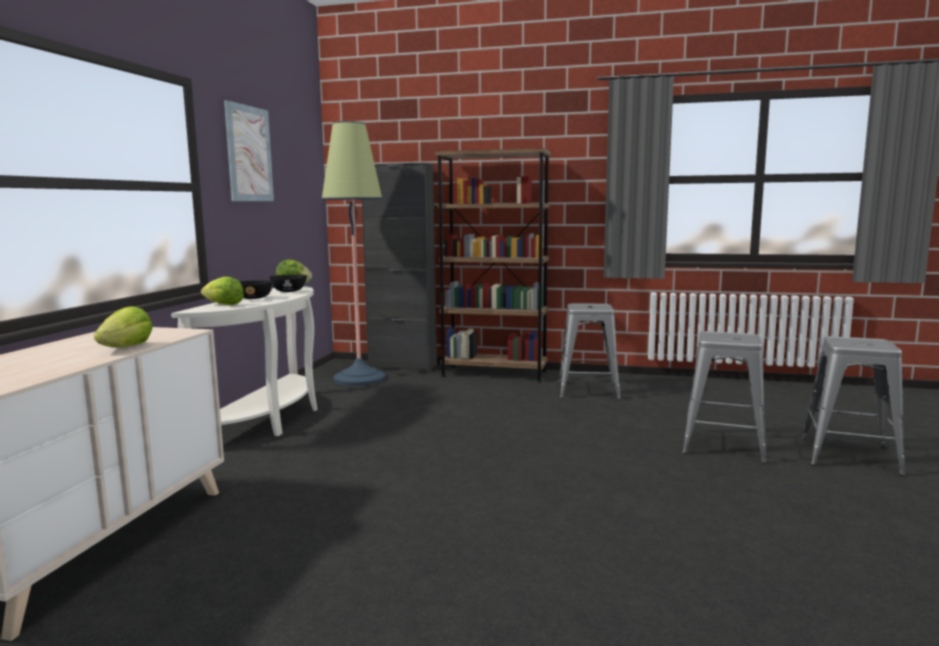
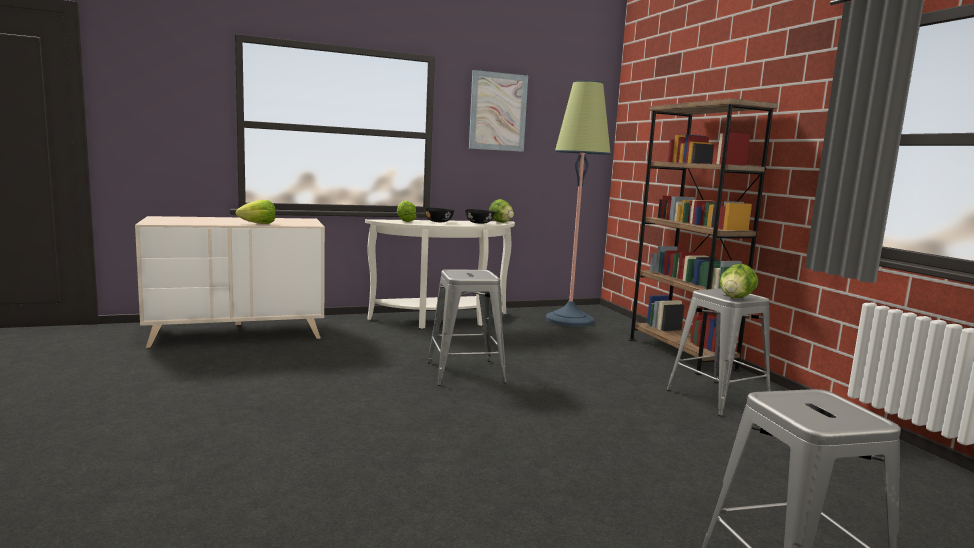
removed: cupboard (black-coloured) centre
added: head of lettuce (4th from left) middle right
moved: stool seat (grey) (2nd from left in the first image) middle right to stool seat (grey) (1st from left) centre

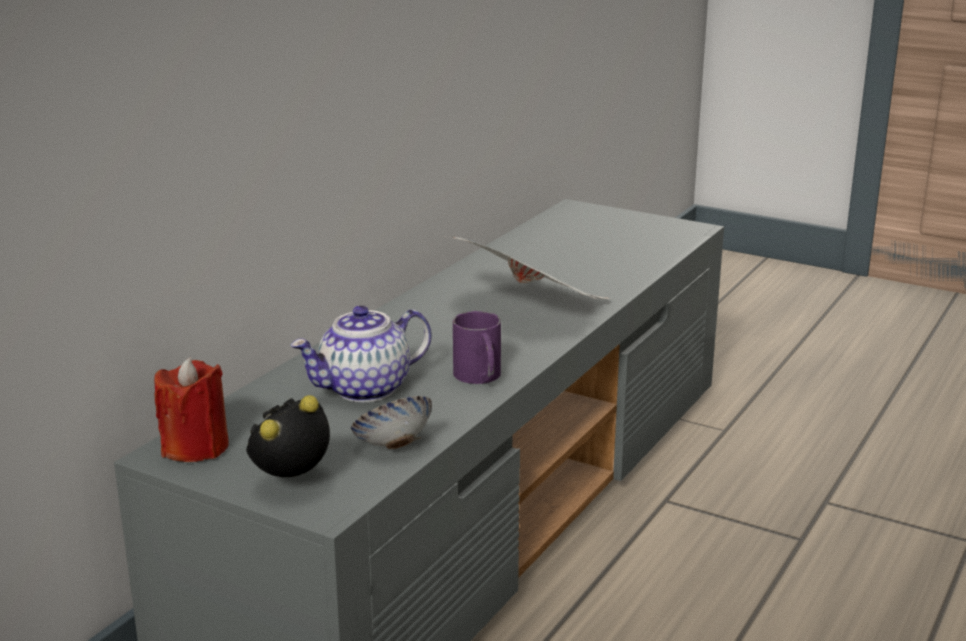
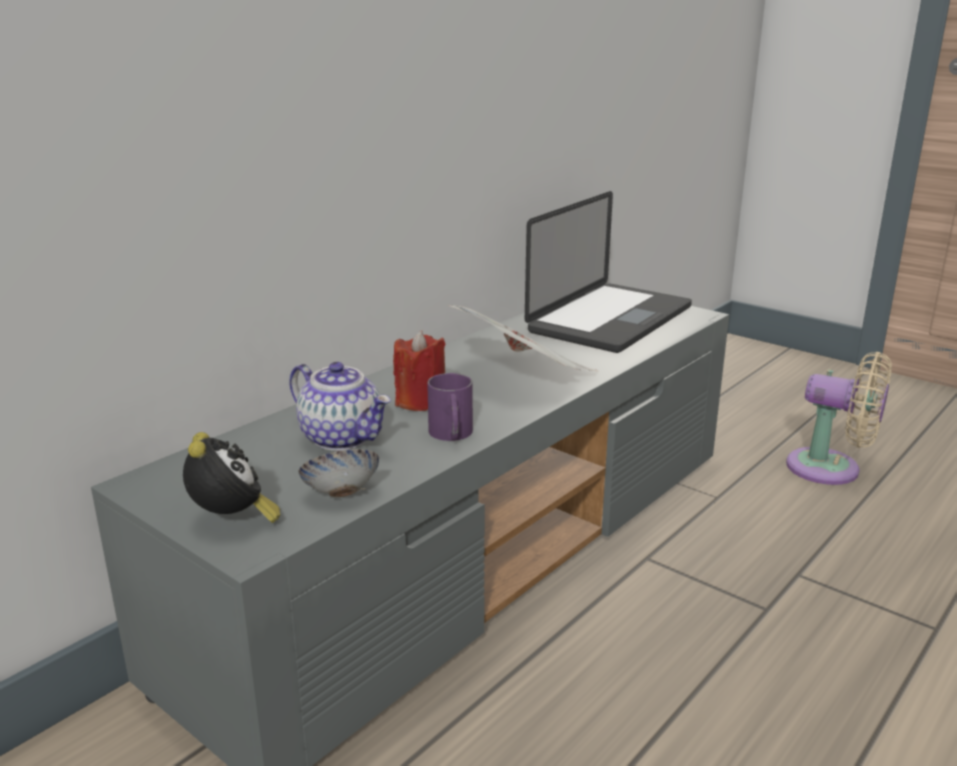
added: notebook computer centre; electric fan (beige) middle right
moved: wax candle (red-coloured) middle left to centre
turned: table clock bottom left = middle left 105 degrees clockwise; pot for tea centre = centre 120 degrees counterclockwise

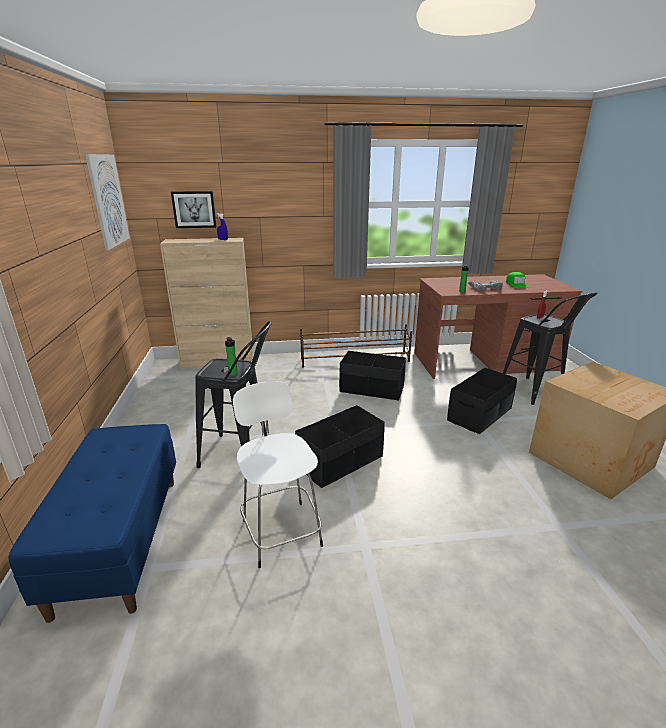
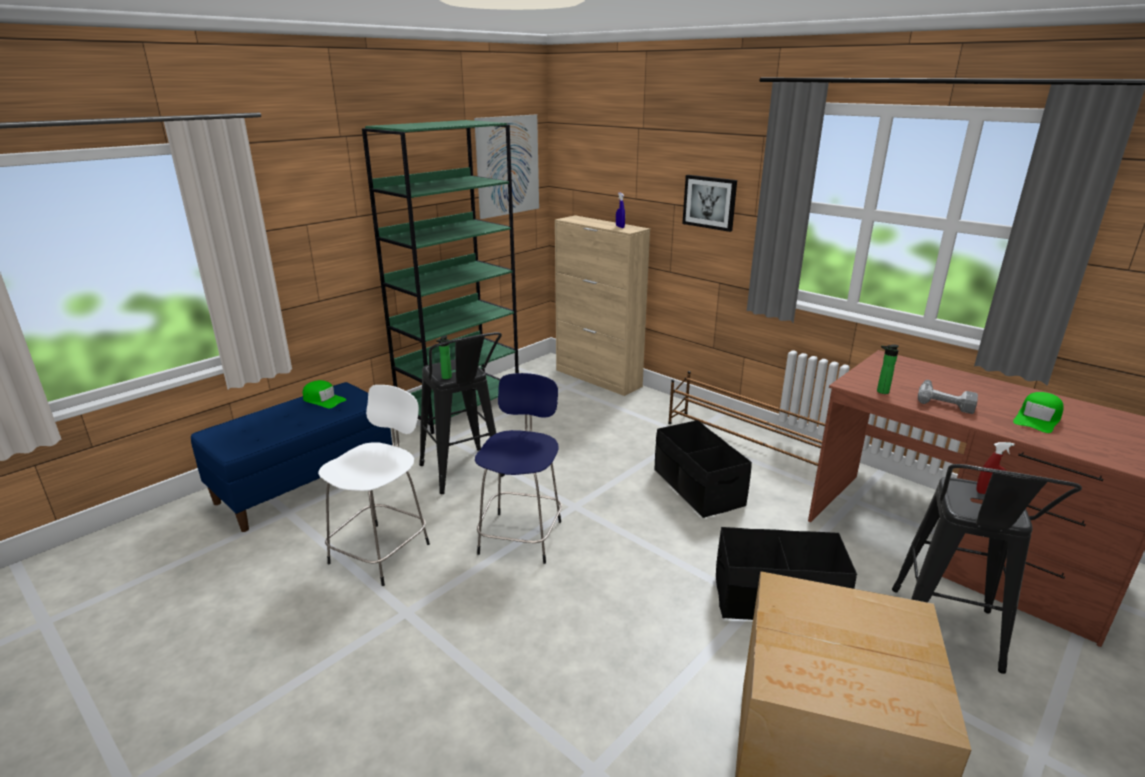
added: cap (green-coloured) (1st from left) middle left; bookcase (green-coloured) centre
moved: wall art (2nd from left) top left to top centre
replaced: storage container (black-coloured) (1st from left) centre to stool seat (blue-coloured) centre

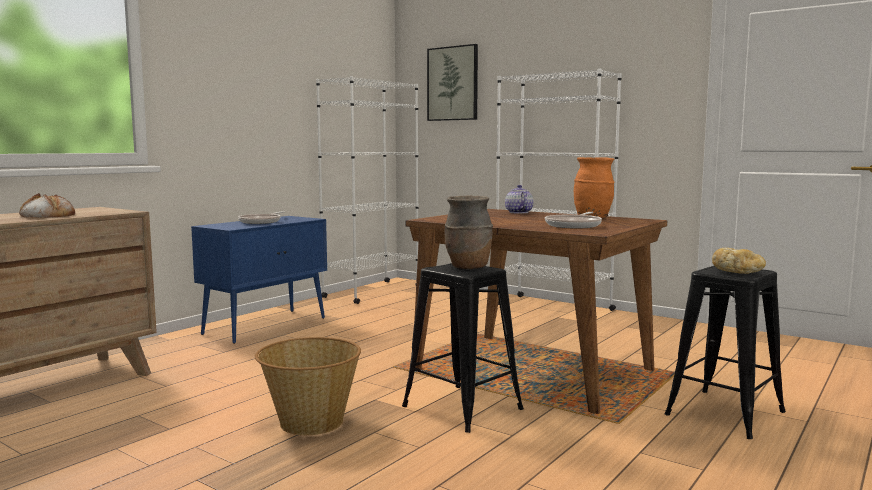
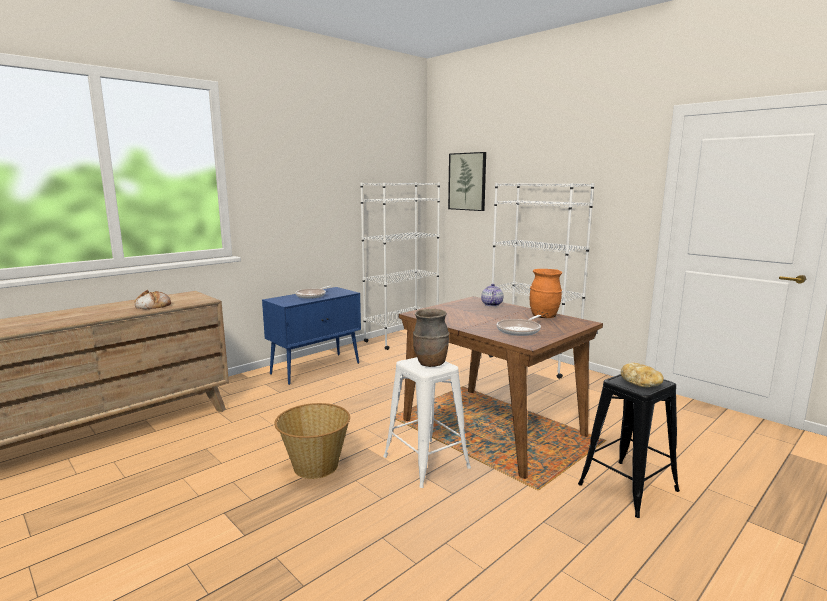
recoloured: stool seat (black-coloured) (1st from left) bottom centre to stool seat (whitish) bottom centre

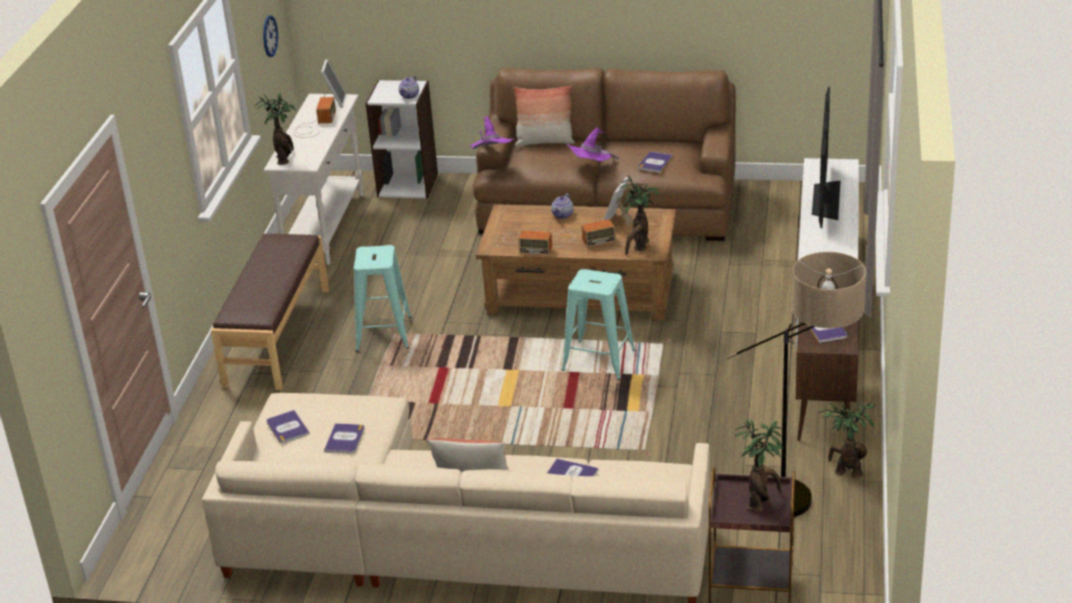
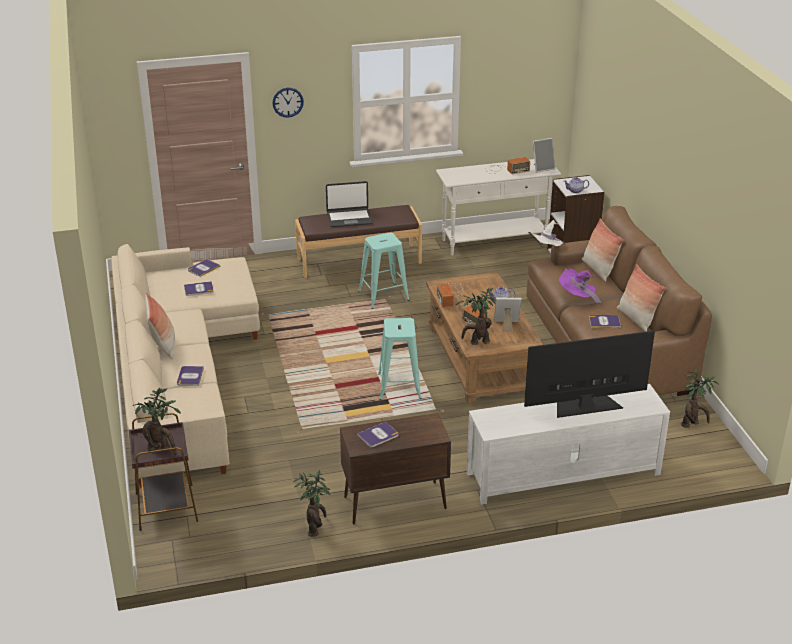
removed: standard lamp middle right
added: notebook computer top centre; pillow (3rd from left) middle right
moved: houseplant (1st from left in the first image) top left to houseplant (4th from left) middle right; clock on the wall top left to top centre
recoloured: hat (purple) (1st from left) top centre to hat (whitish) middle right

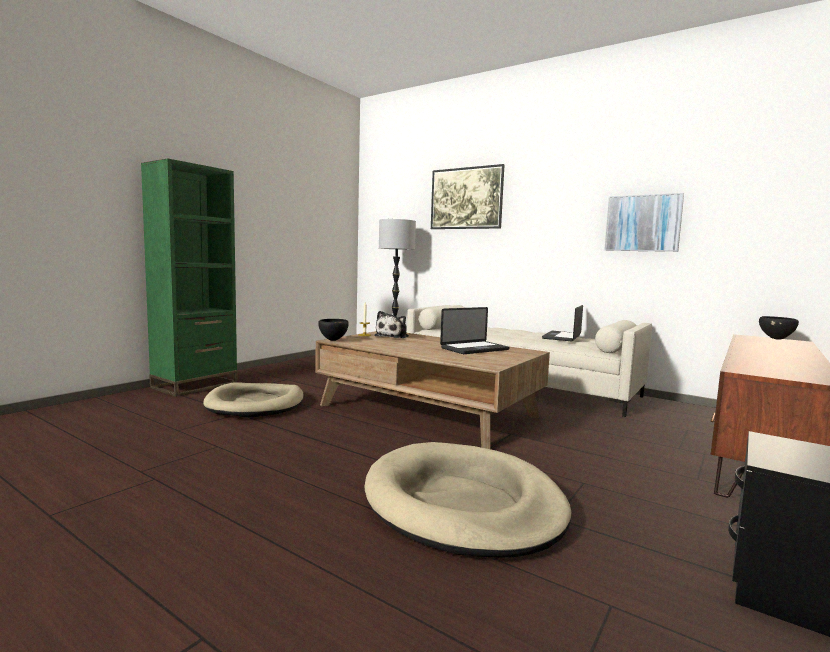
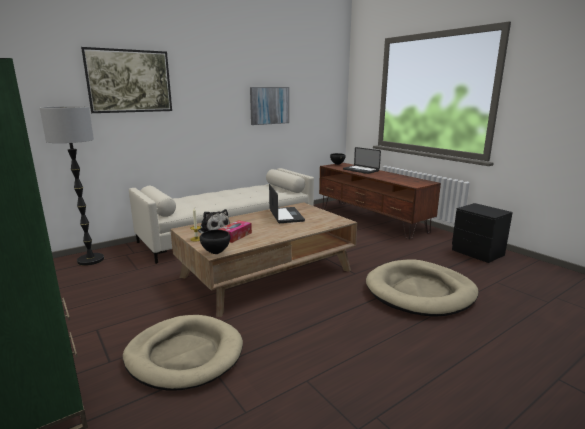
added: tissue holder centre
moved: notebook computer (2nd from left) middle right to centre

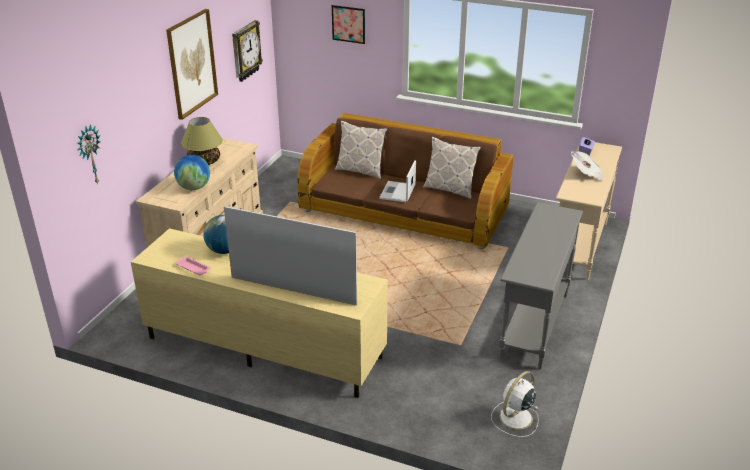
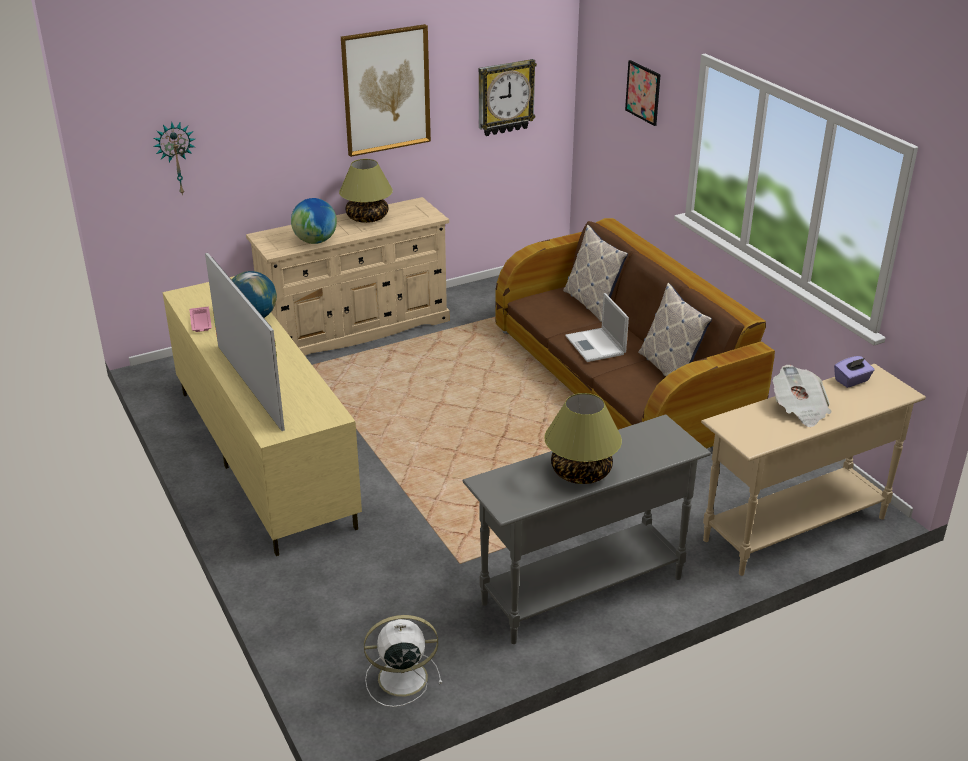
added: lamp for a table (2nd from left) centre
turned: notebook computer centre = centre 75 degrees counterclockwise

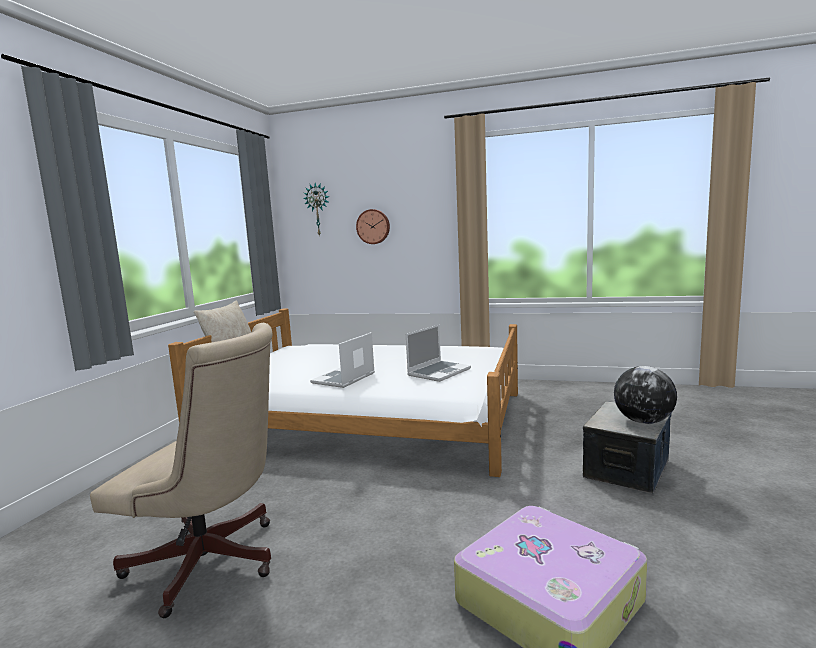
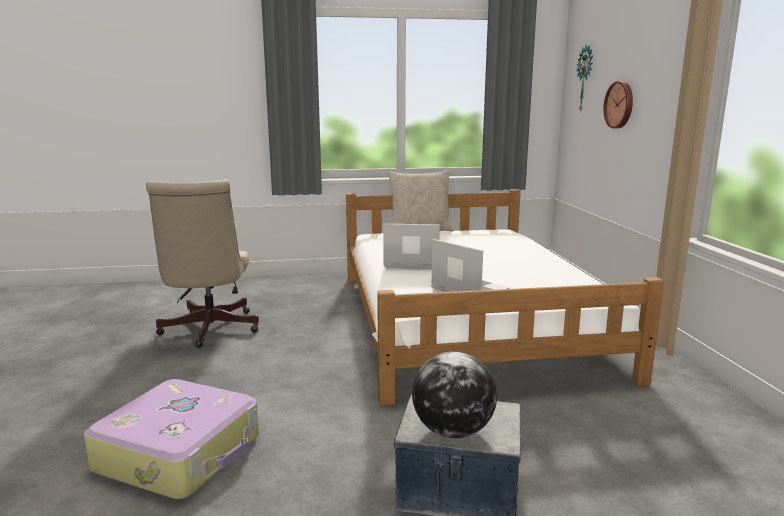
turned: notebook computer (2nd from left) centre = centre 150 degrees counterclockwise

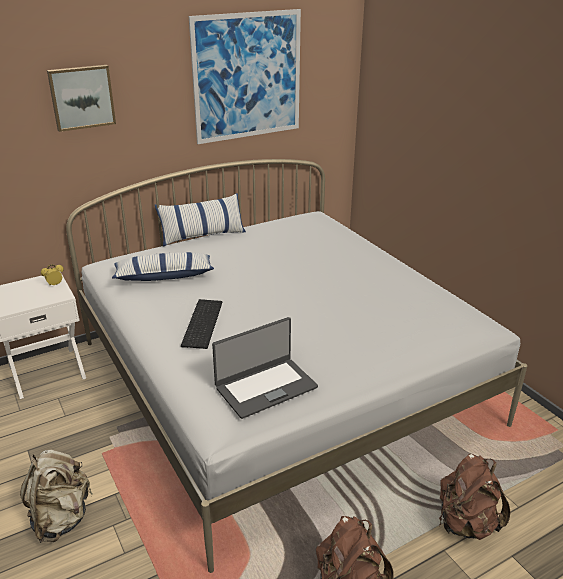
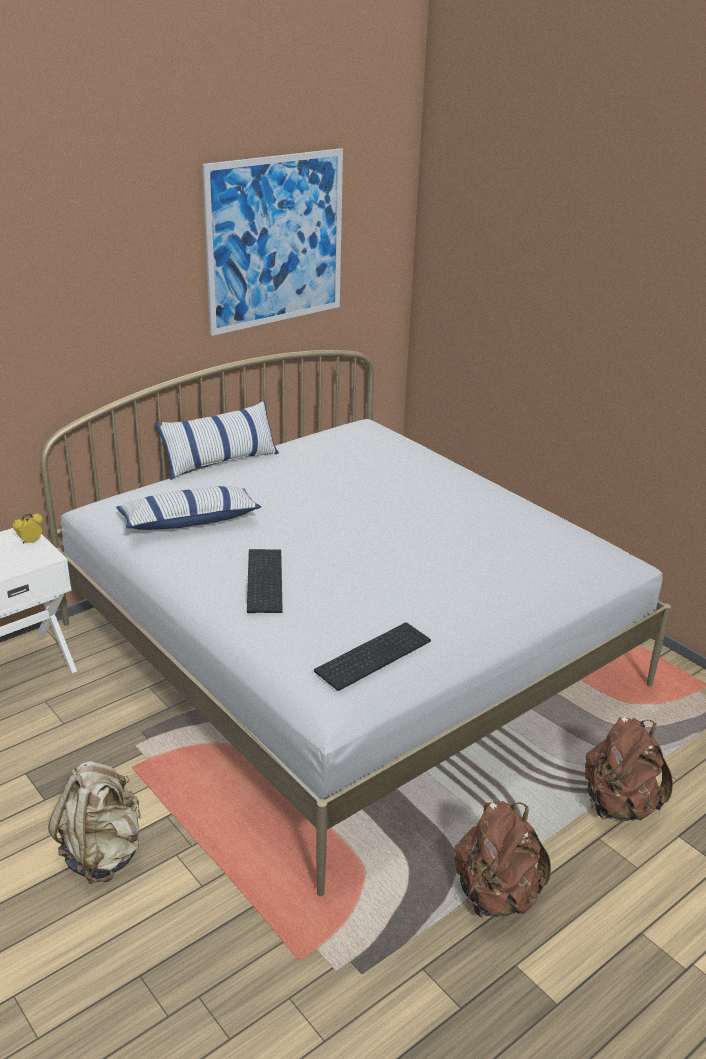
removed: wall art (1st from left) top left
replaced: notebook computer centre to computer keyboard (2nd from left) centre

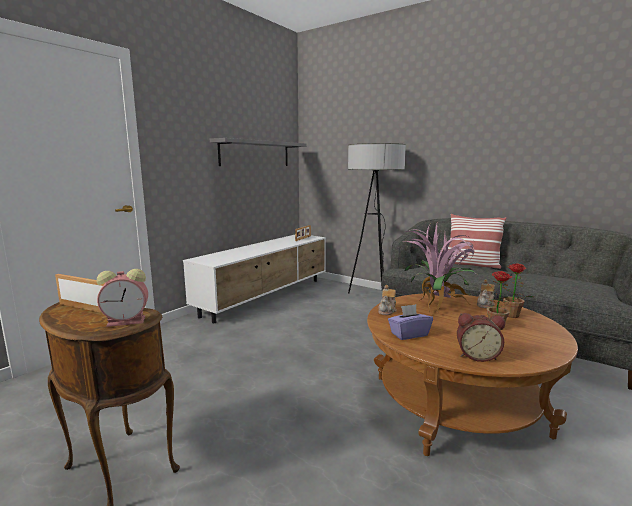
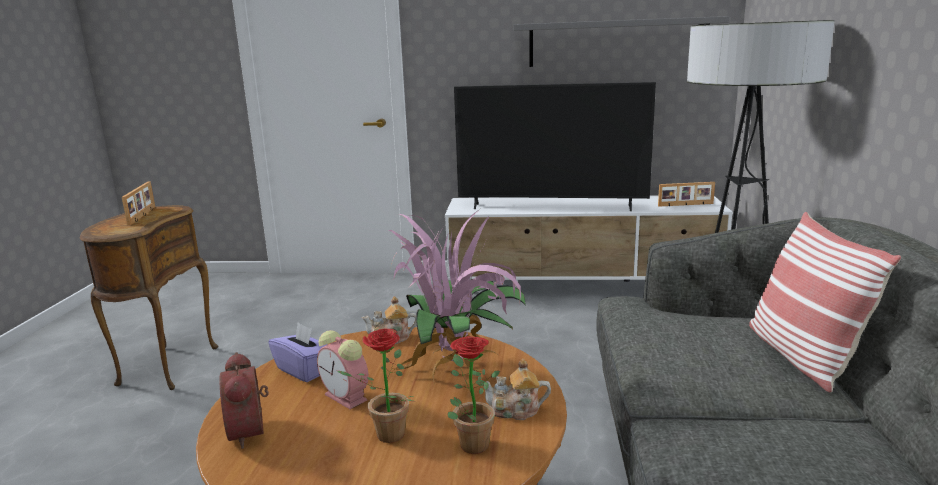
added: television top centre
moved: table clock (1st from left in the first image) middle left to table clock (2nd from left) bottom centre

